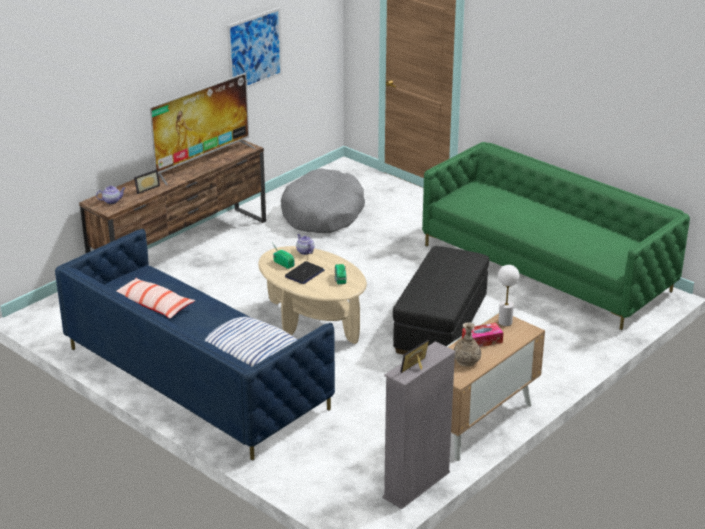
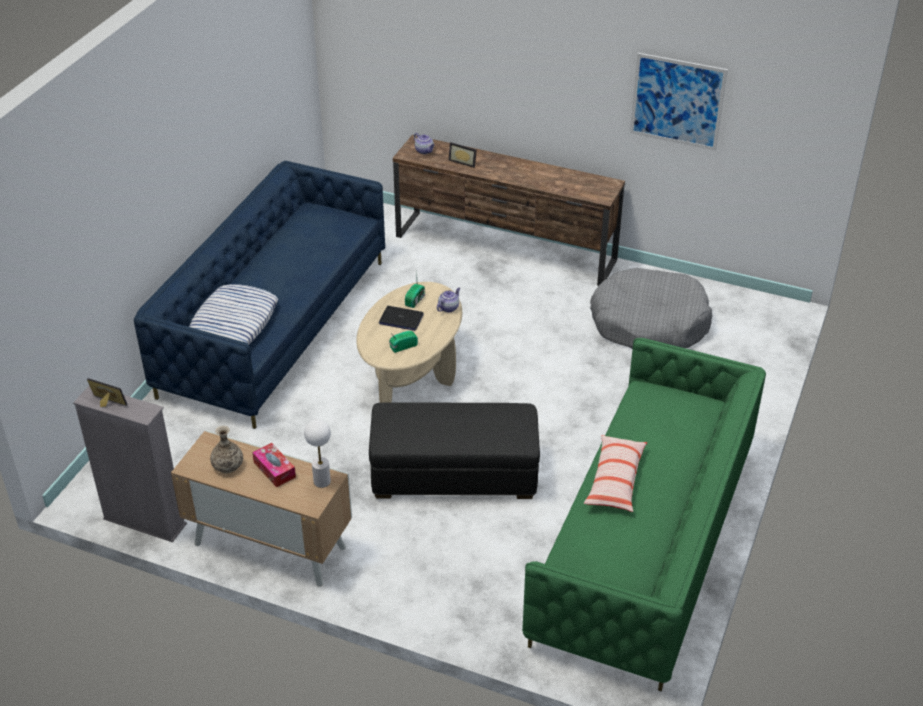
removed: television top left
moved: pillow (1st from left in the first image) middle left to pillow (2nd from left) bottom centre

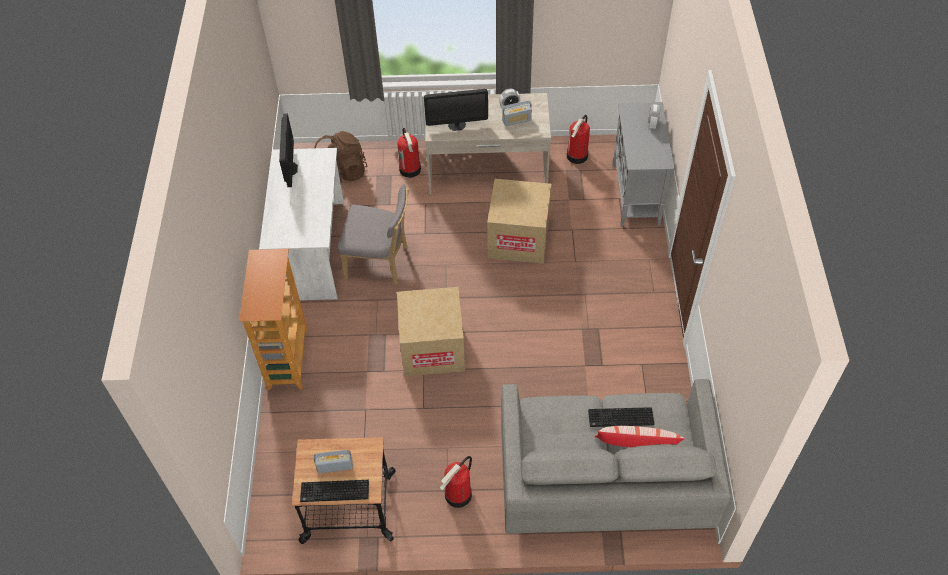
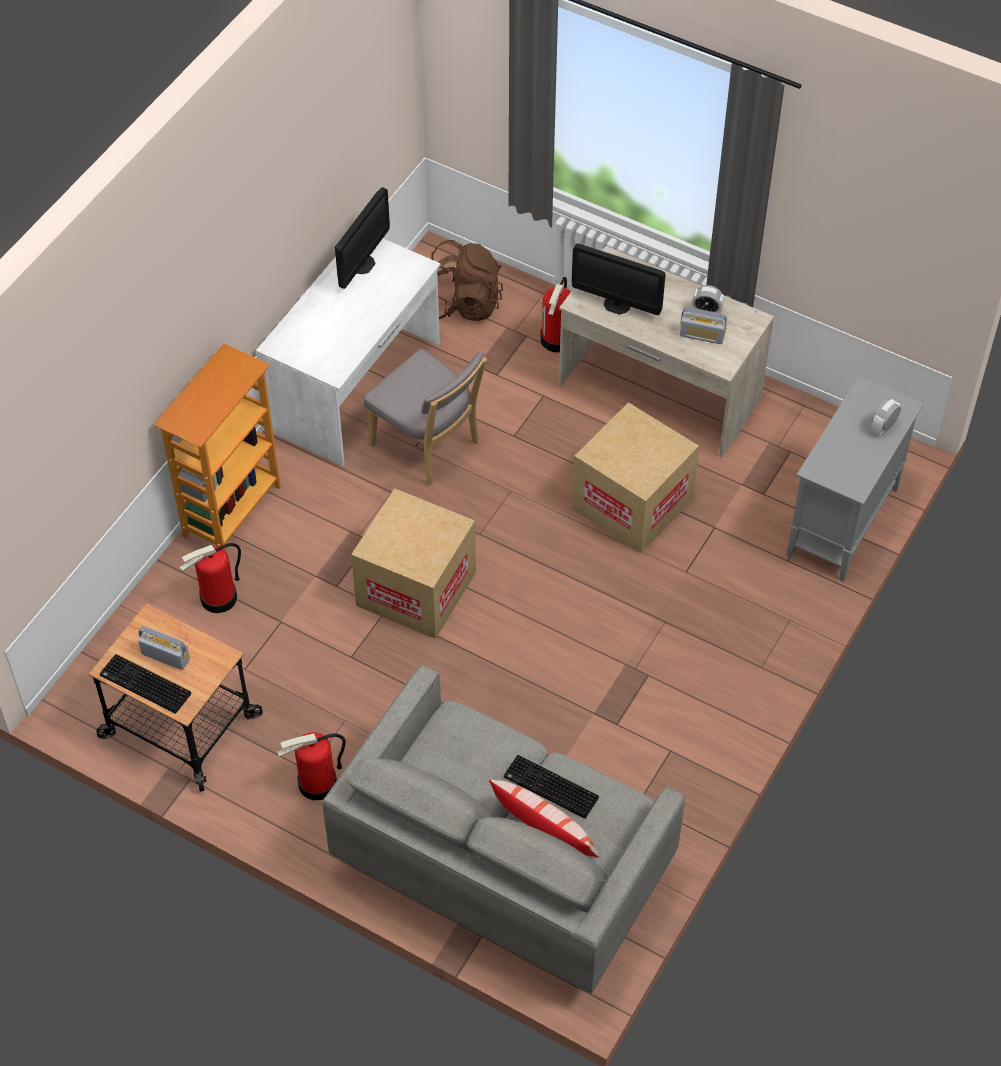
moved: fire-fighting cylinder (3rd from left in the first image) top centre to fire-fighting cylinder (1st from left) middle left

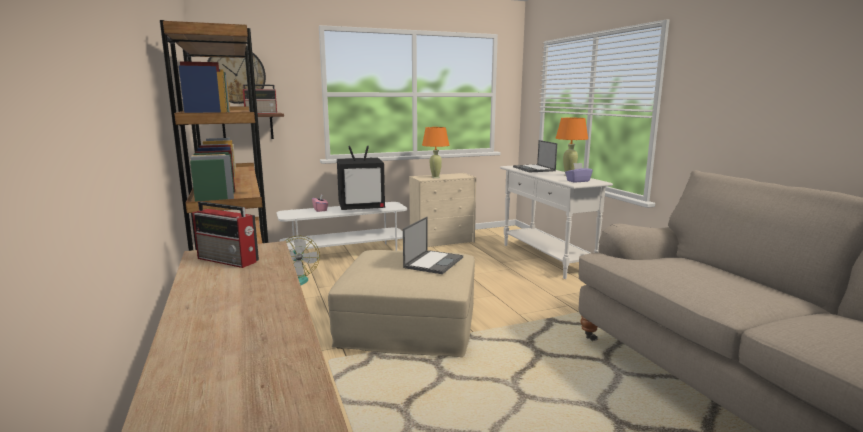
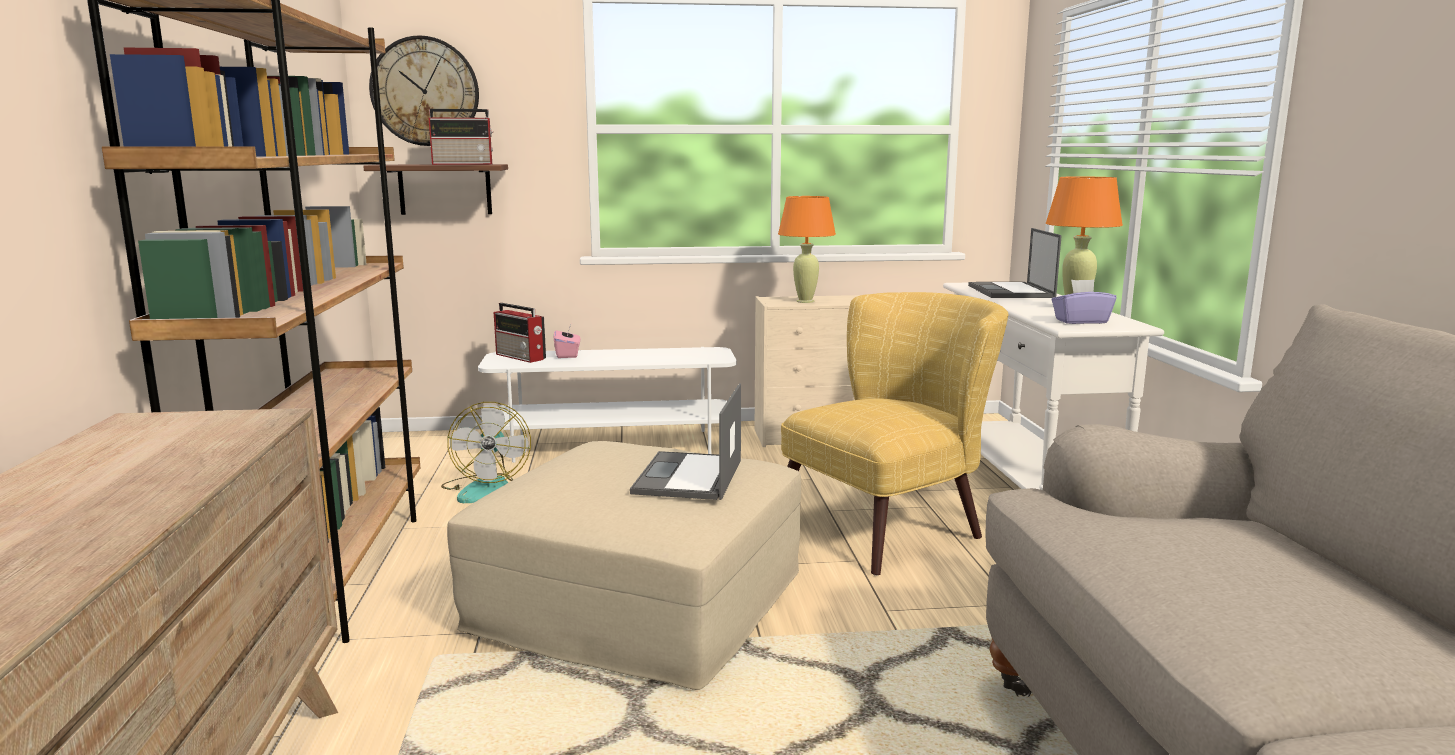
removed: television centre
added: lounge chair (yellowish) centre
moved: radio set (1st from left in the first image) middle left to radio set (2nd from left) centre
turned: notebook computer (1st from left) centre = centre 150 degrees clockwise

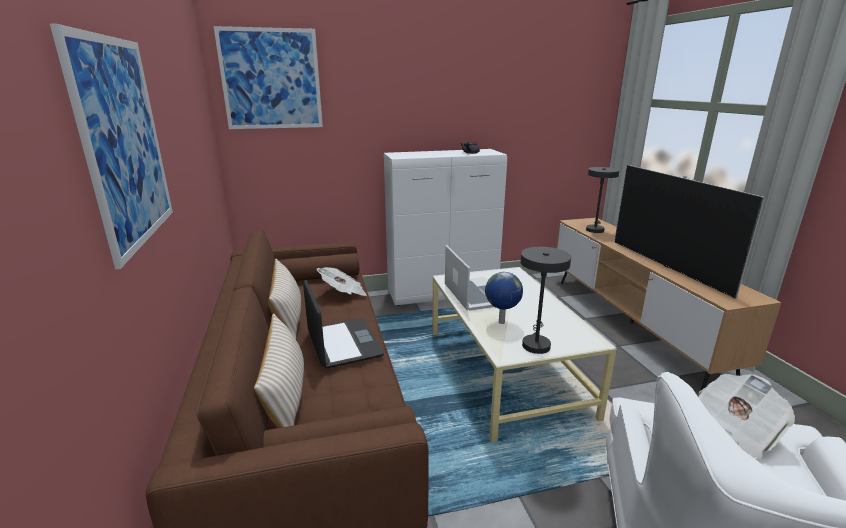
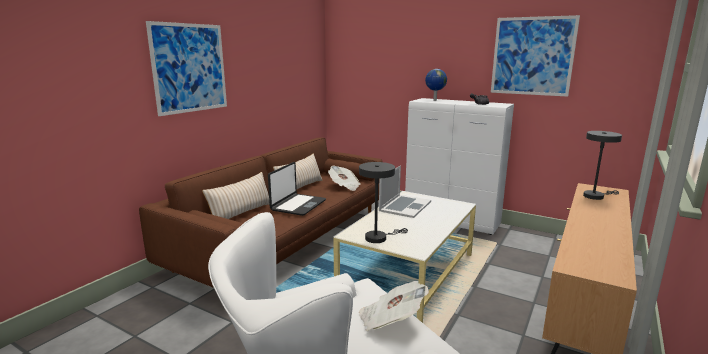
removed: television middle right
moved: wall art (2nd from left) top left to top right; globe centre to top centre

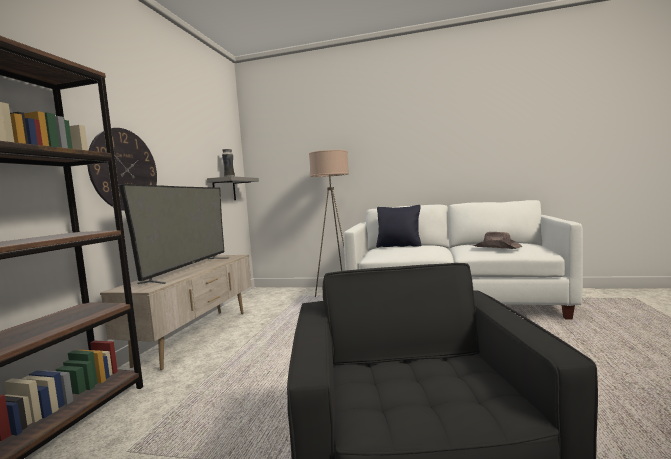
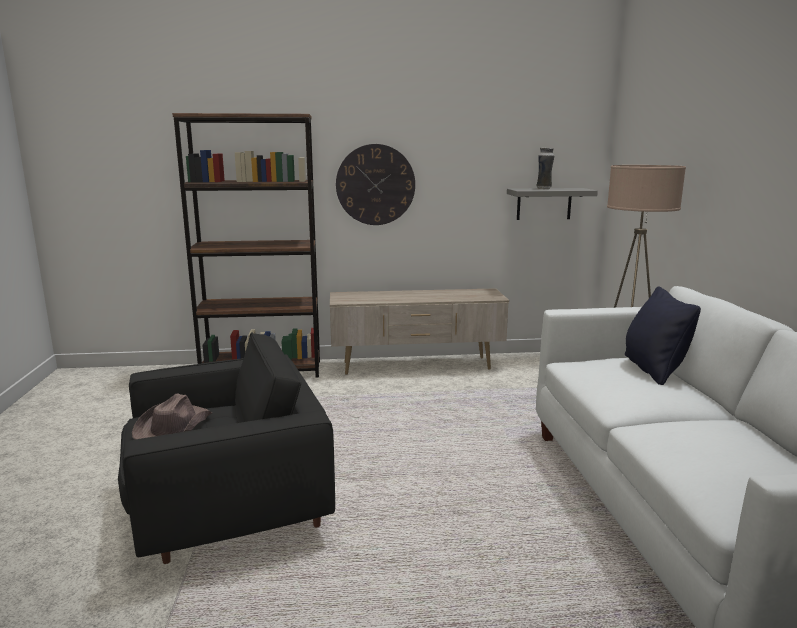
removed: television middle left
moved: hat (brown) middle right to middle left

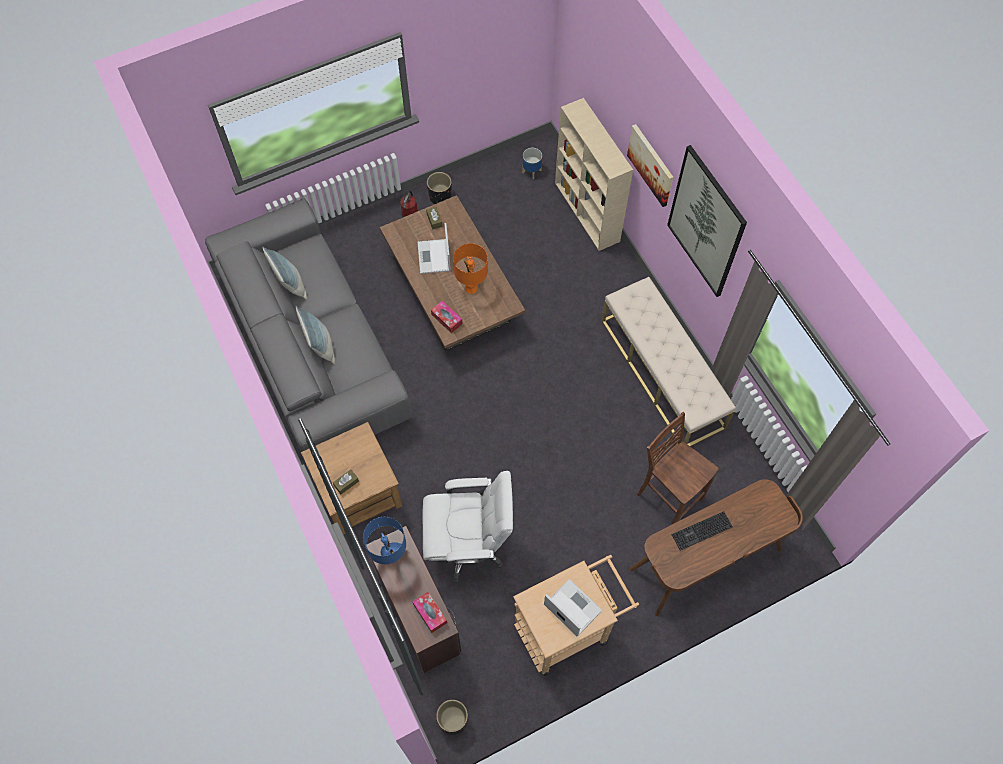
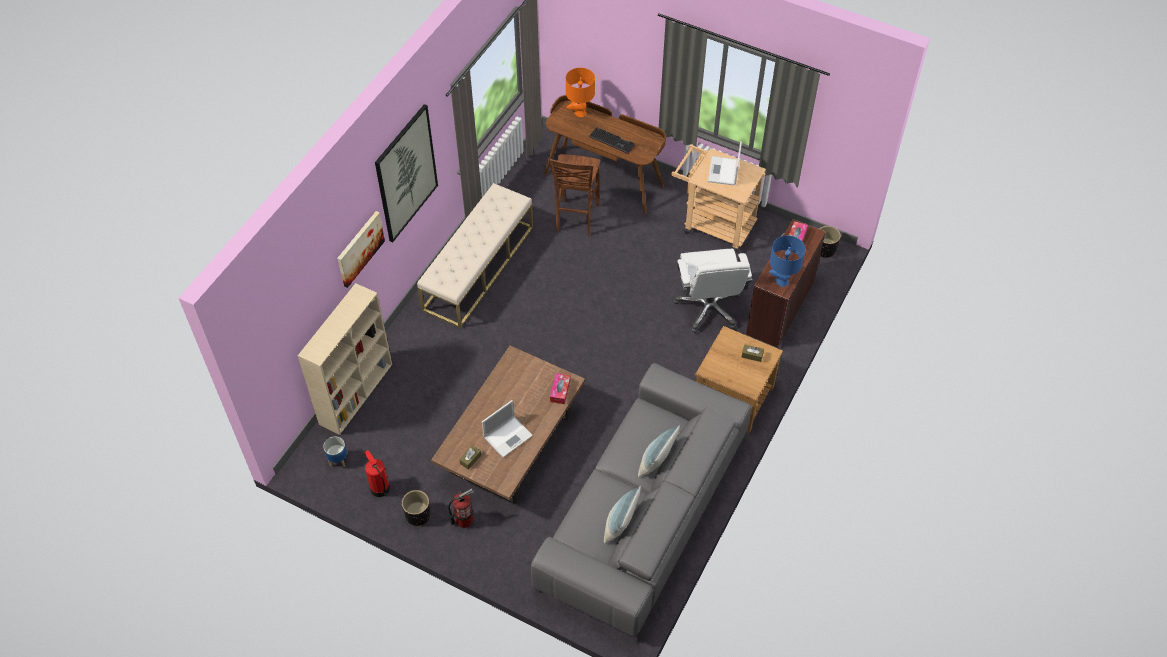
added: fire-fighting cylinder (1st from left) bottom left
moved: lamp for a table (orange) centre to top centre
turned: desk chair (whitish) bottom centre = centre 150 degrees counterclockwise

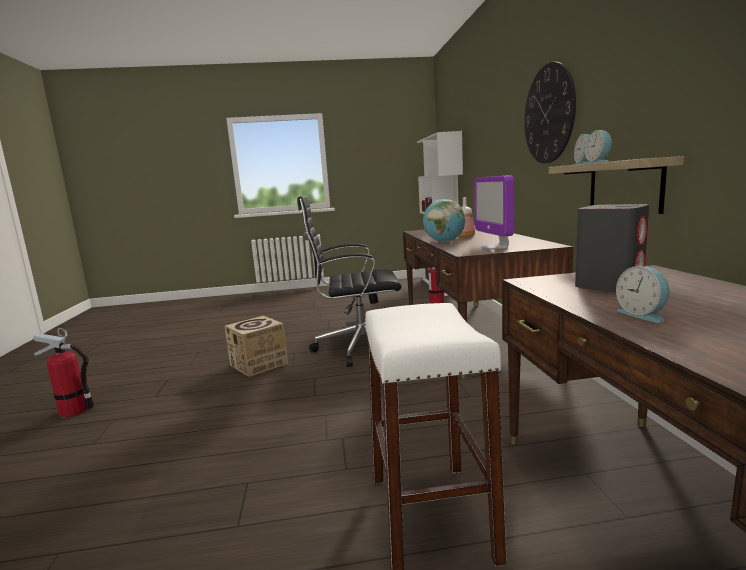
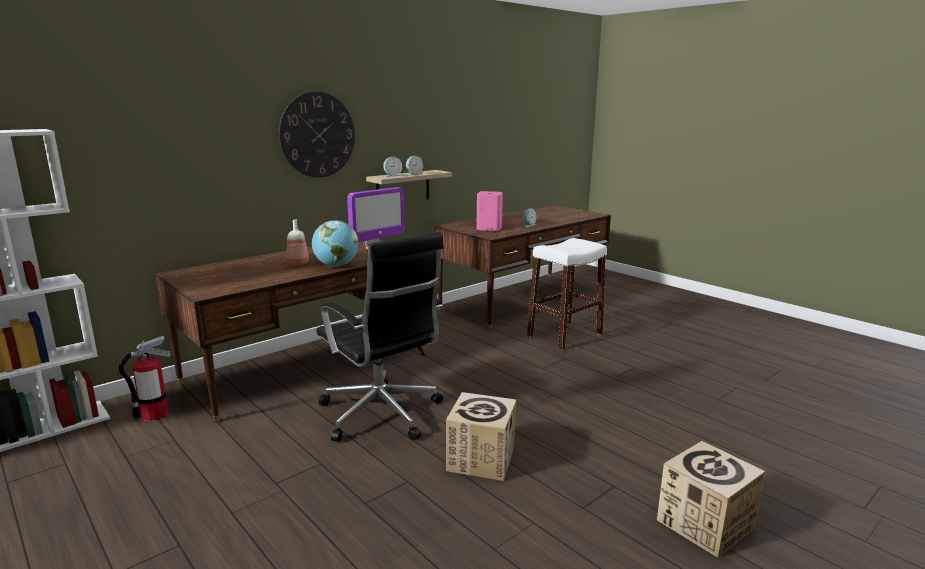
replaced: fire-fighting cylinder (1st from left) middle left to cardboard box (2nd from left) bottom right
recoloured: speaker (grey) middle right to speaker (pink-coloured) centre

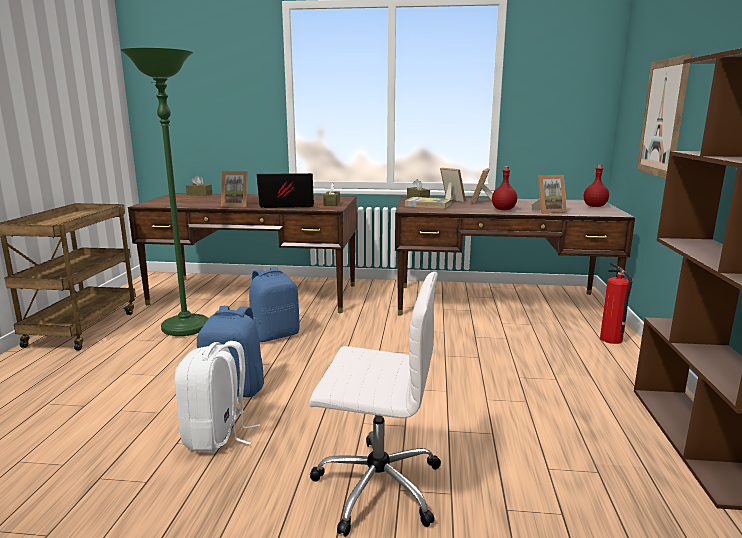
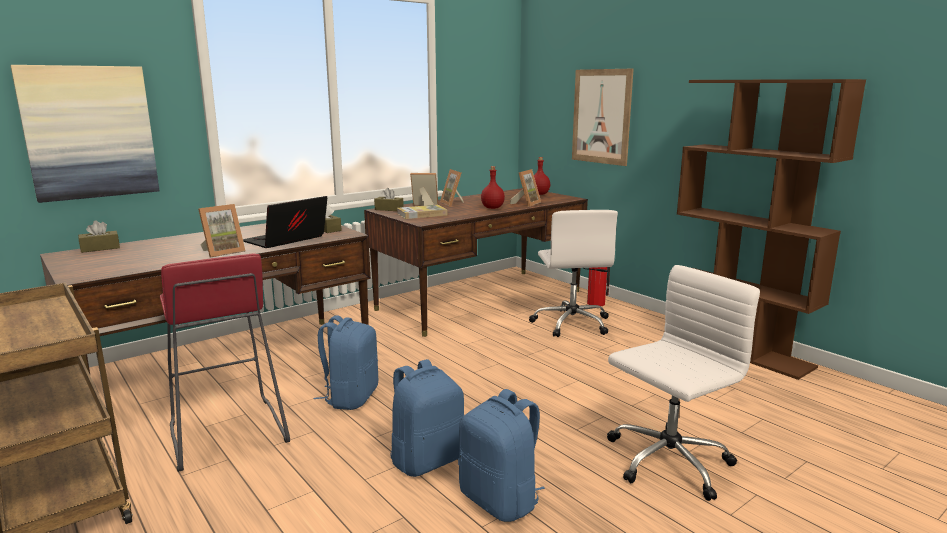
added: wall art (1st from left) top left; desk chair (whitish) (1st from left) centre
replaced: standard lamp (green-coloured) middle left to stool seat (red-coloured) bottom left
recoloured: backpack (whitish) bottom left to backpack (blue-coloured) (3rd from left) bottom centre

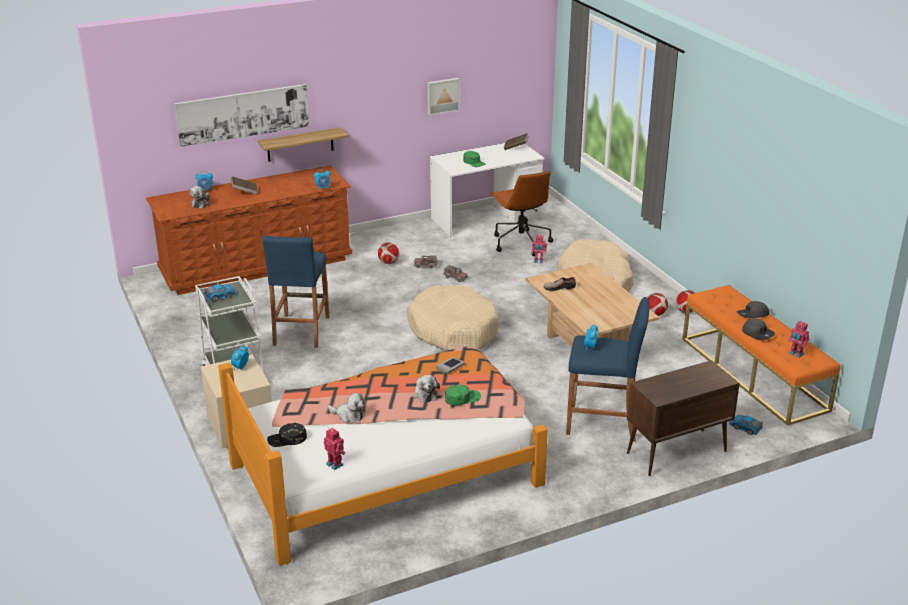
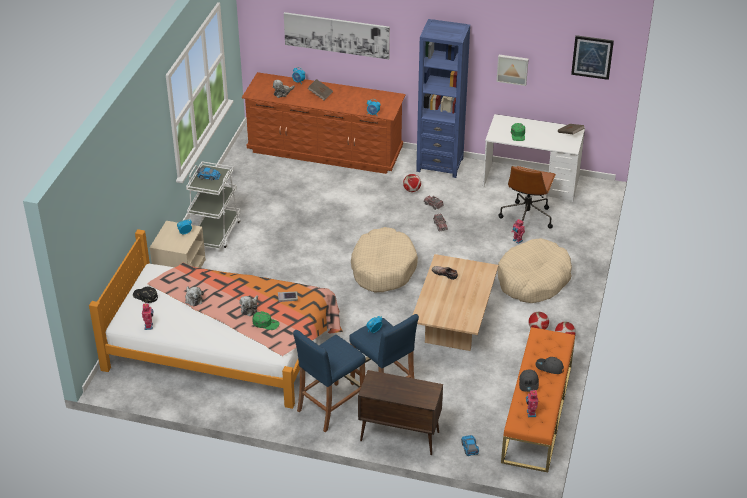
removed: wall shelf top centre
added: bookcase (blue-coloured) top centre; wall art (3rd from left) top right
moved: stool seat (blue-coloured) (1st from left) middle left to bottom centre

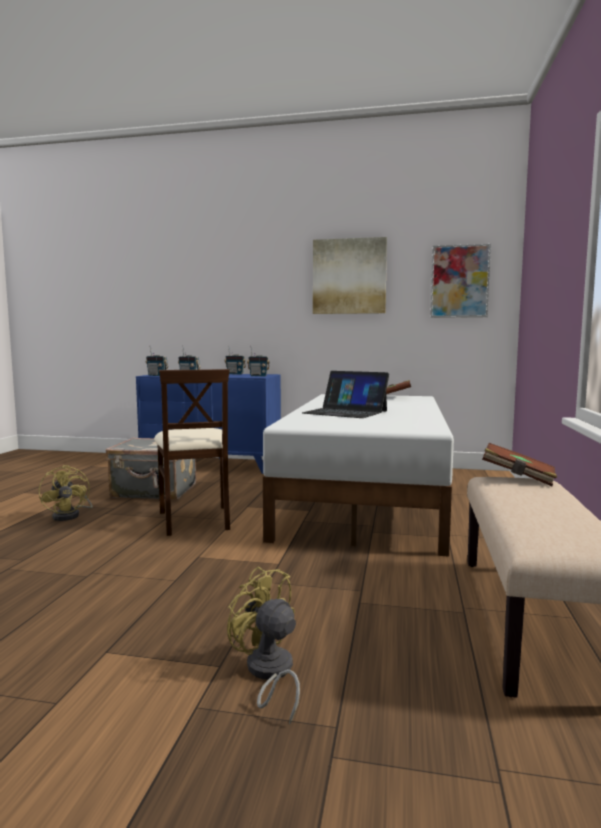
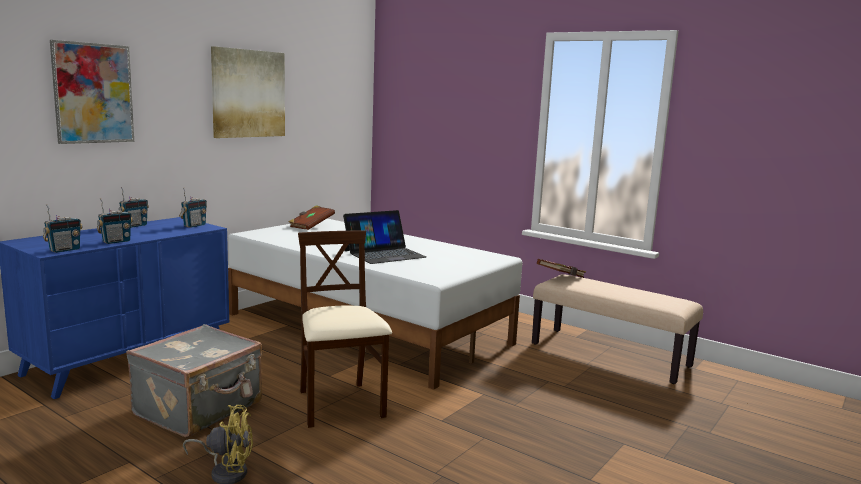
removed: electric fan (yellowish) (2nd from left) bottom centre
moved: wall art (2nd from left in the first image) middle right to wall art (1st from left) top left
turned: chair (beige) middle left = bottom centre 120 degrees counterclockwise

